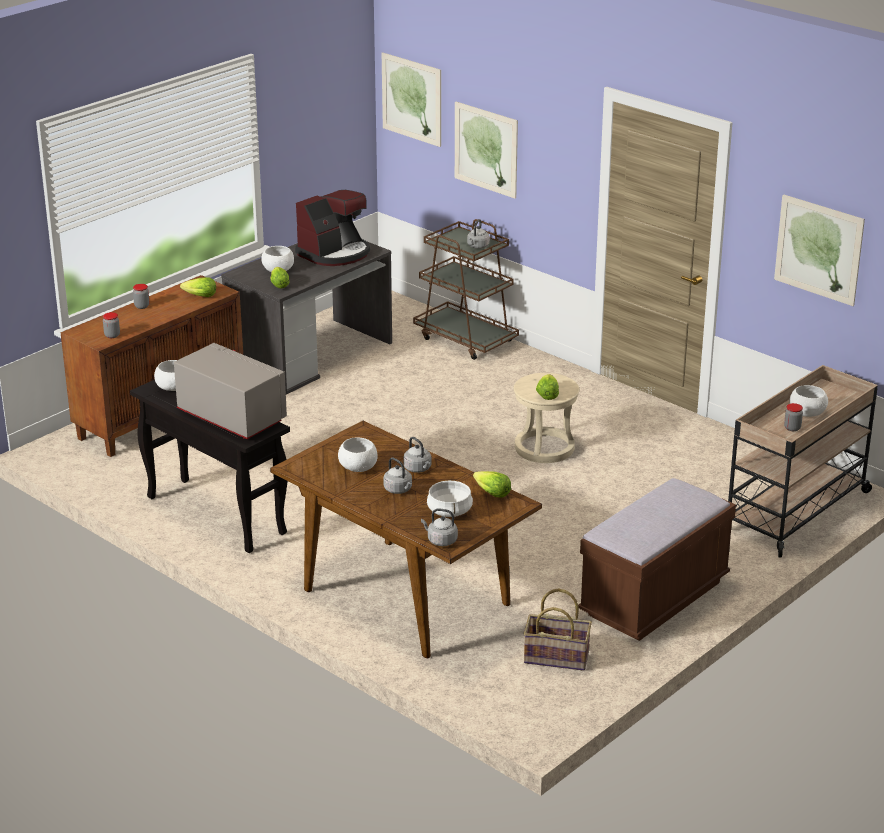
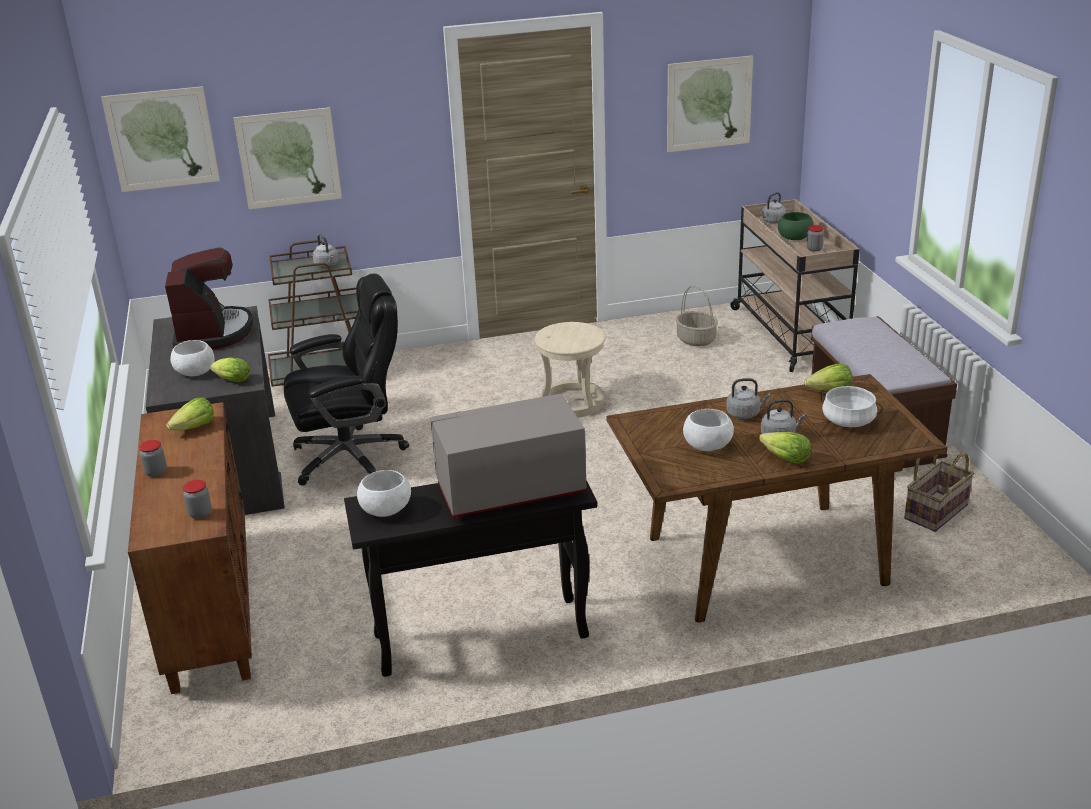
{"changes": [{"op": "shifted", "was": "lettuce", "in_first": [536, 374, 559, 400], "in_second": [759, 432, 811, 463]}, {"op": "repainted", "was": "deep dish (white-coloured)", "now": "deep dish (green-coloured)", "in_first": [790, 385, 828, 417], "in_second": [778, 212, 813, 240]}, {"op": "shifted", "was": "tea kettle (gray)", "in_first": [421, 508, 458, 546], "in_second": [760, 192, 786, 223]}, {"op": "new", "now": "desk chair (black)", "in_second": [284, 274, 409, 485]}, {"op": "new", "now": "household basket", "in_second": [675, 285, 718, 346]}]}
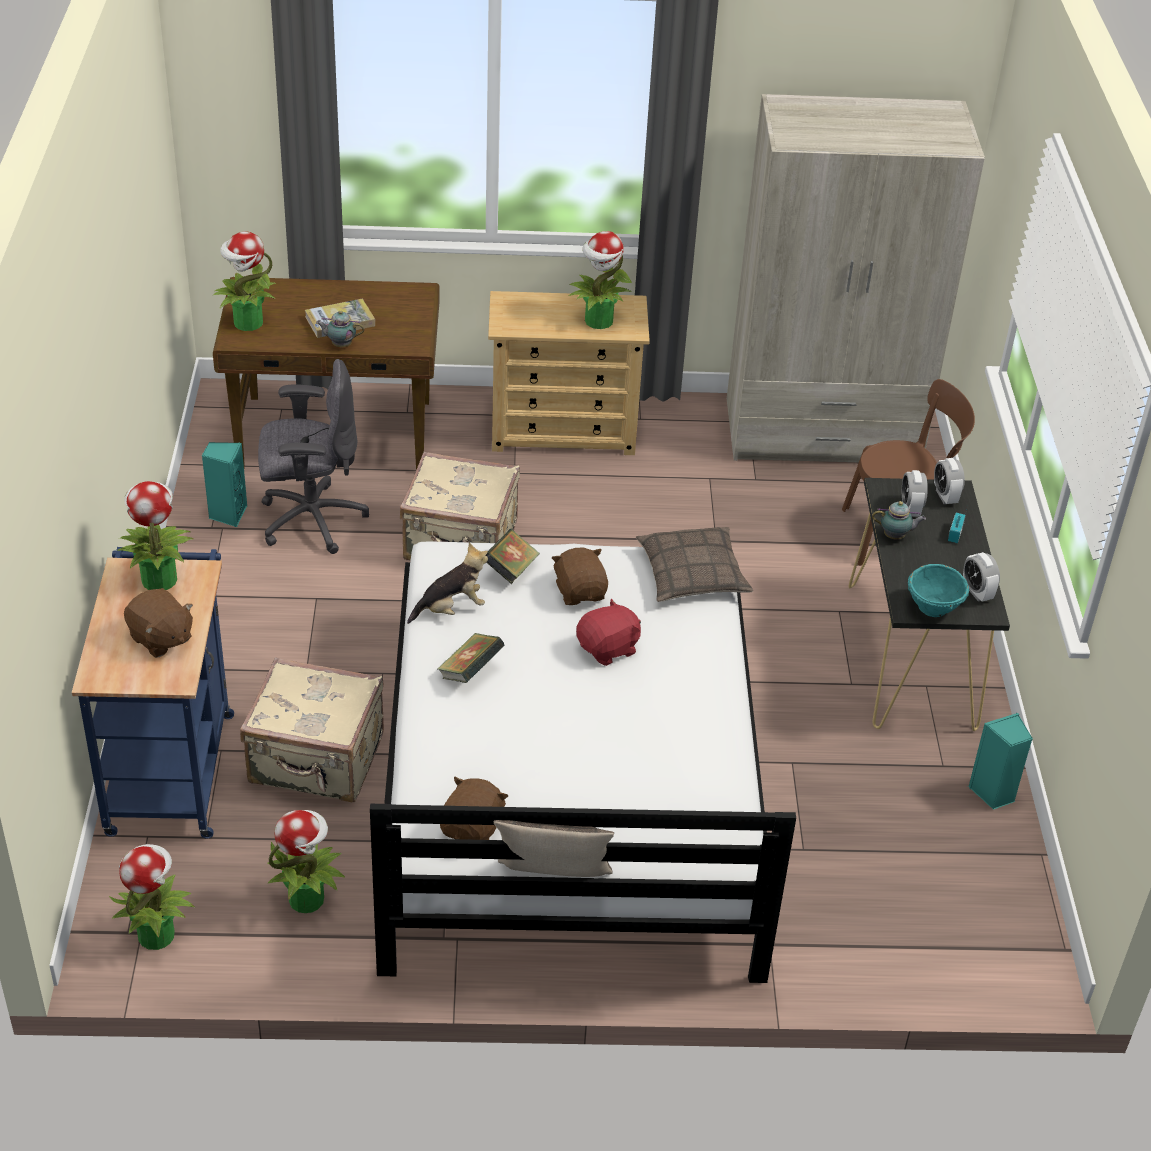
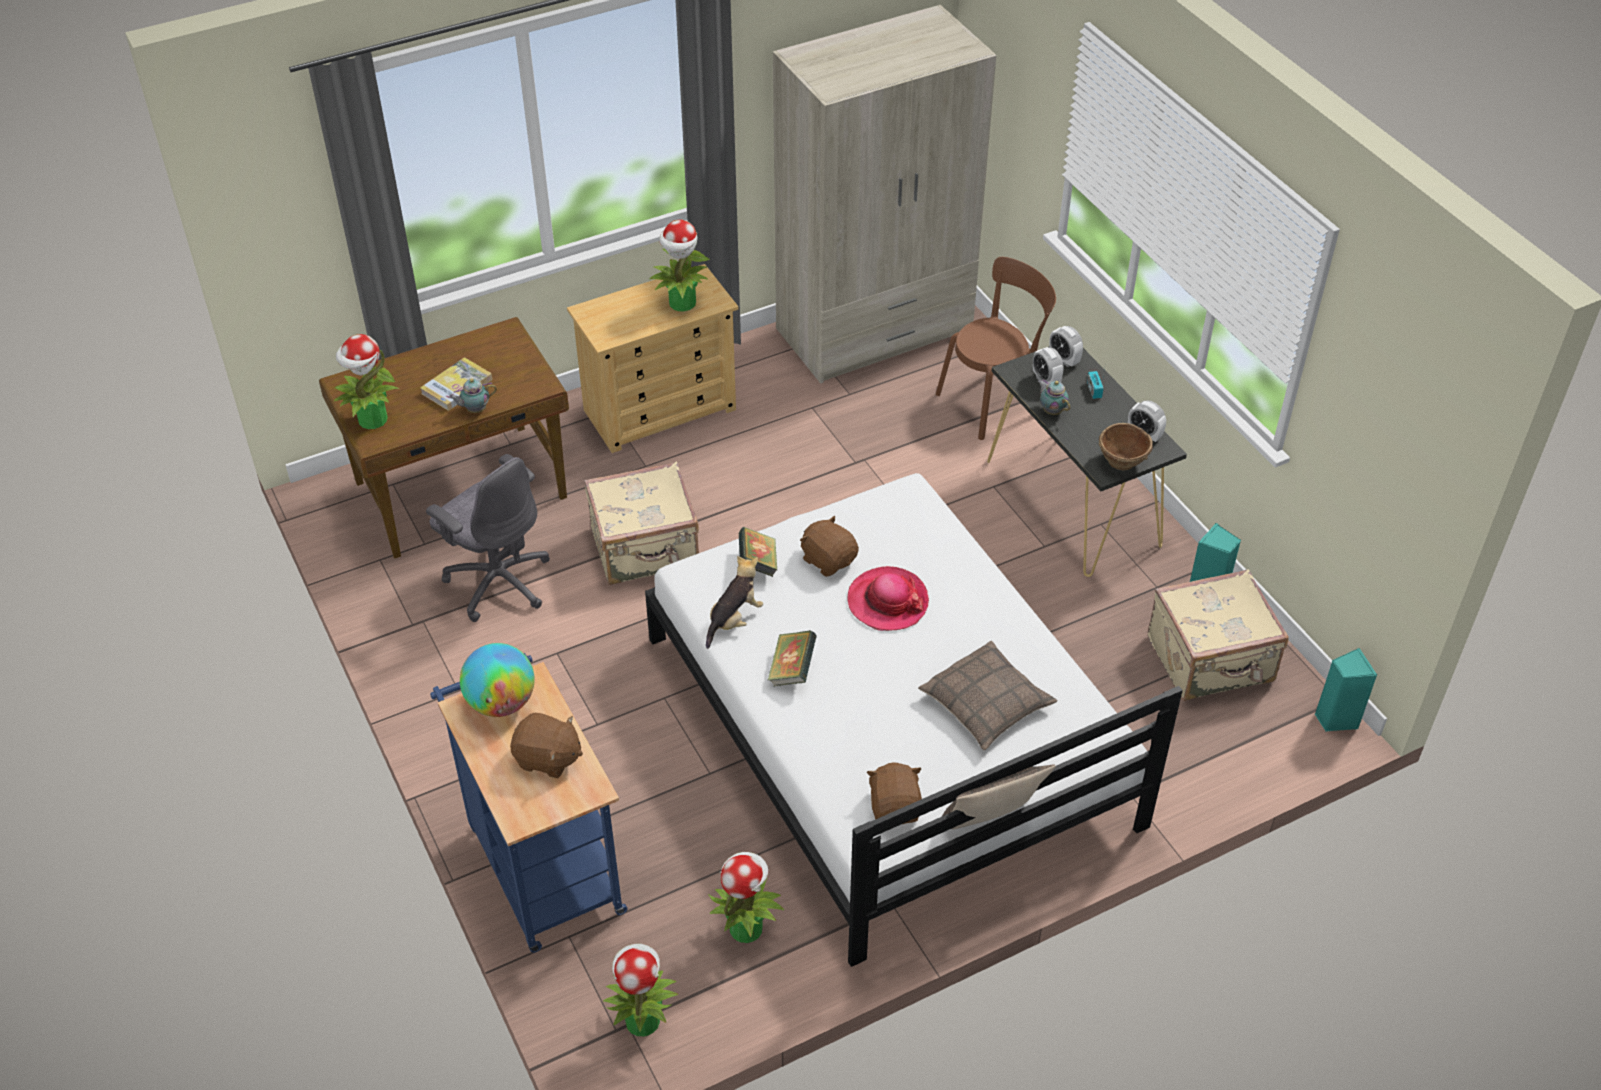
{"changes": [{"op": "rotated", "was": "desk chair (gray)", "in_first": [258, 359, 369, 554], "in_second": [426, 454, 550, 622], "clockwise": 75}, {"op": "shifted", "was": "speaker (turquoise)", "in_first": [202, 442, 247, 527], "in_second": [1315, 648, 1377, 731]}, {"op": "swapped", "was": "plant in a pot", "now": "desk globe", "in_first": [117, 481, 193, 590], "in_second": [460, 643, 535, 717]}, {"op": "rotated", "was": "pot for tea", "in_first": [872, 501, 926, 540], "in_second": [1038, 380, 1070, 415], "clockwise": -105}, {"op": "shifted", "was": "cushion", "in_first": [636, 527, 754, 602], "in_second": [918, 641, 1057, 751]}, {"op": "repainted", "was": "deep dish (turquoise)", "now": "deep dish (brown-coloured)", "in_first": [908, 564, 969, 617], "in_second": [1099, 423, 1153, 470]}, {"op": "swapped", "was": "soft toy (red)", "now": "clothing hat", "in_first": [576, 598, 641, 666], "in_second": [848, 566, 929, 631]}, {"op": "shifted", "was": "travel case (beige)", "in_first": [240, 658, 384, 802], "in_second": [1148, 569, 1289, 701]}]}
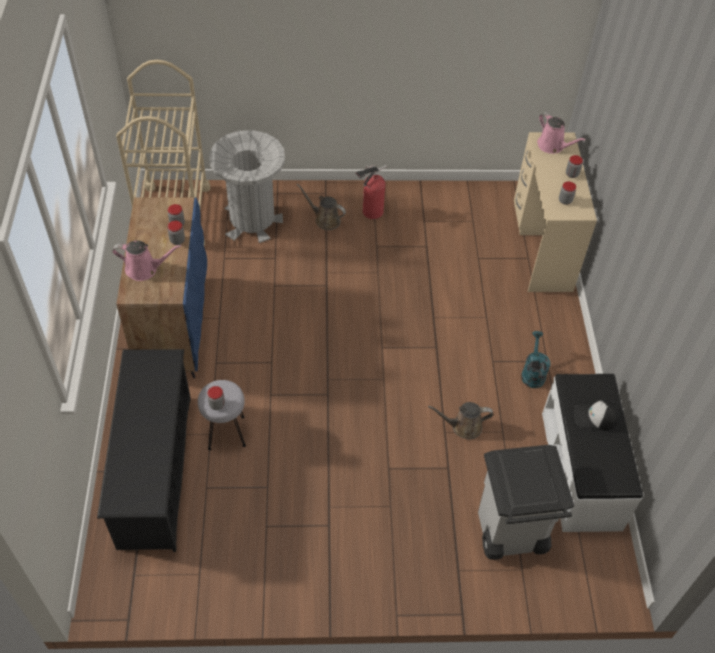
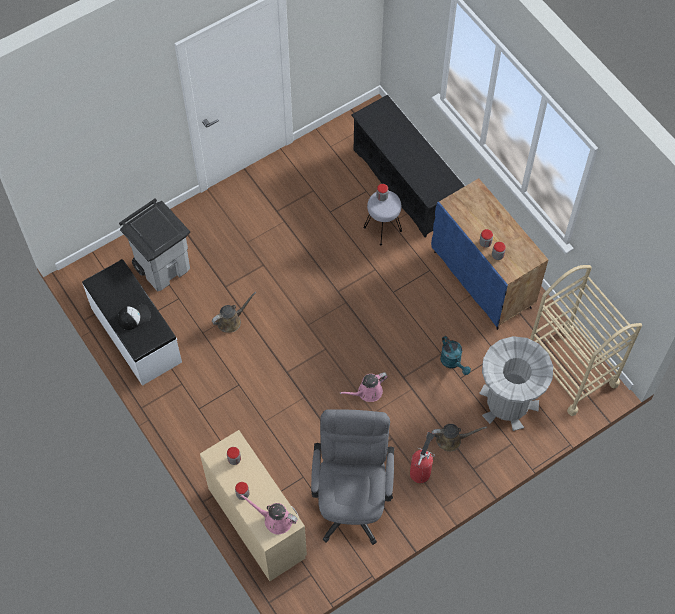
{"changes": [{"op": "shifted", "was": "watering can (pink)", "in_first": [112, 240, 181, 281], "in_second": [340, 372, 388, 402]}, {"op": "shifted", "was": "watering can (turquoise)", "in_first": [521, 331, 551, 388], "in_second": [440, 336, 471, 375]}, {"op": "new", "now": "desk chair (gray)", "in_second": [311, 409, 394, 545]}]}
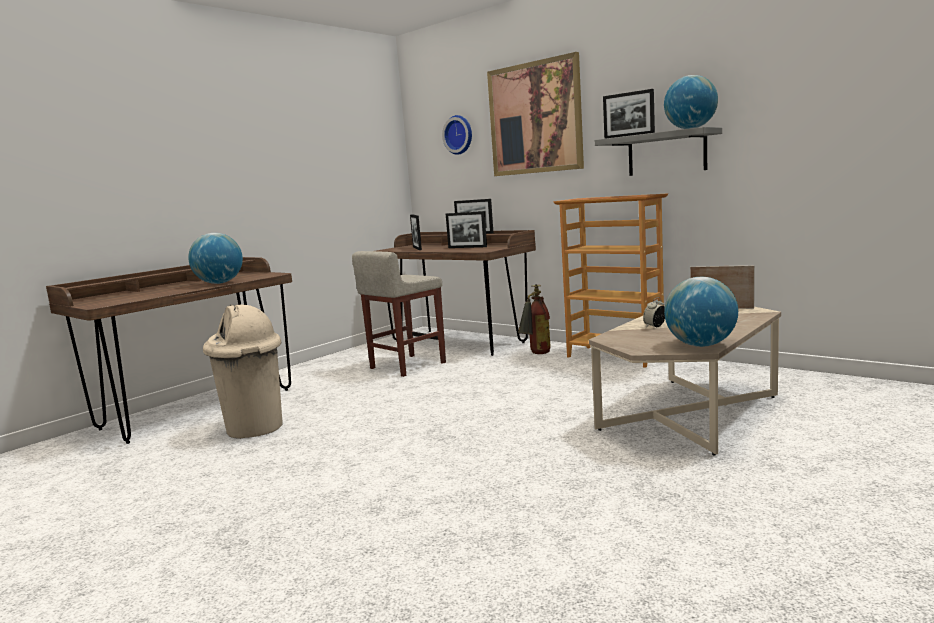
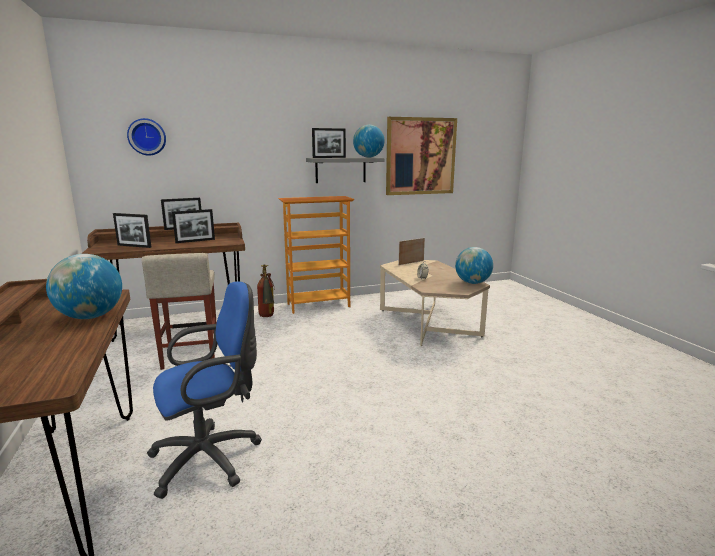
{"changes": [{"op": "shifted", "was": "wall art", "in_first": [487, 52, 584, 176], "in_second": [386, 117, 457, 195]}, {"op": "swapped", "was": "trash can (beige)", "now": "desk chair (blue)", "in_first": [203, 305, 283, 439], "in_second": [147, 282, 262, 499]}]}
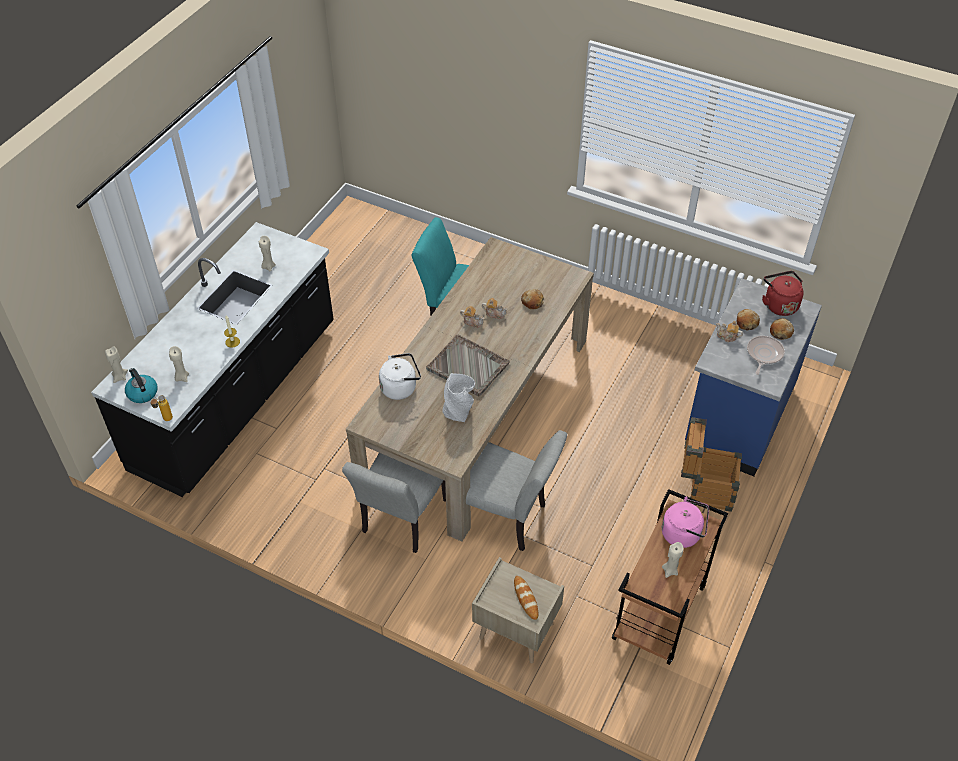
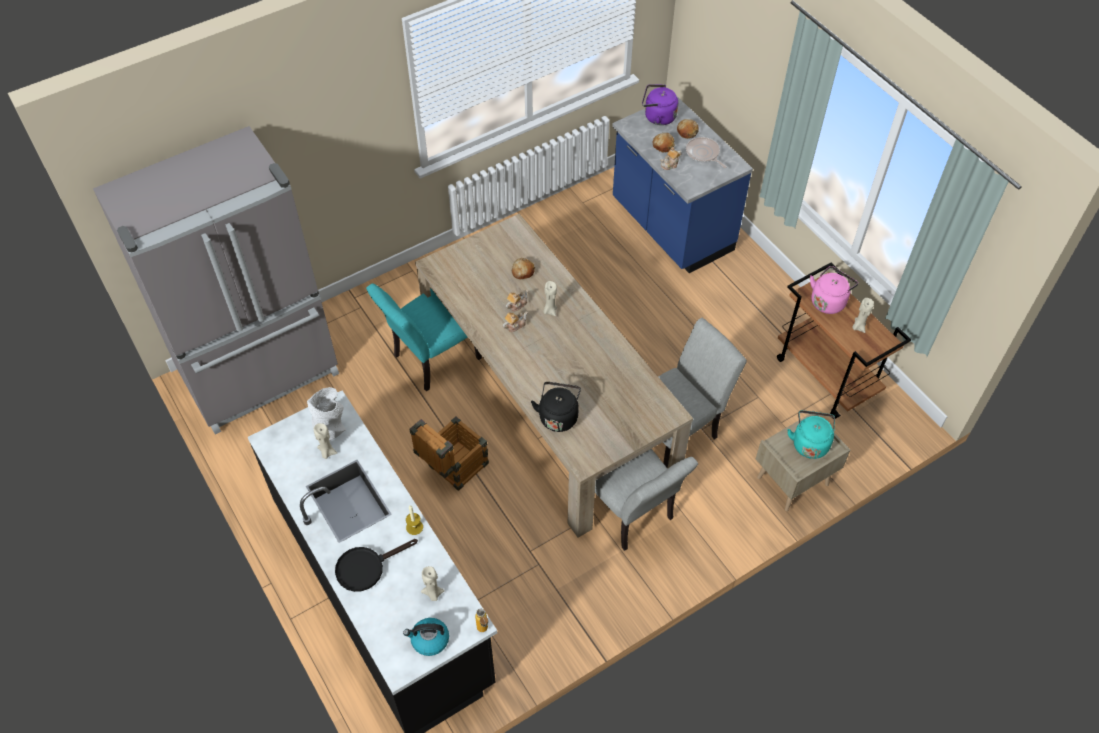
{"changes": [{"op": "repainted", "was": "tea kettle (red)", "now": "tea kettle (purple-coloured)", "in_first": [762, 271, 804, 316], "in_second": [642, 84, 678, 125]}, {"op": "gone", "was": "serving tray (gray)", "in_first": [426, 334, 510, 397]}, {"op": "shifted", "was": "wax light (beige)", "in_first": [105, 346, 128, 383], "in_second": [543, 281, 557, 316]}, {"op": "repainted", "was": "tea kettle (white-coloured)", "now": "tea kettle (black)", "in_first": [379, 353, 421, 400], "in_second": [531, 382, 581, 432]}, {"op": "shifted", "was": "decorative vase (gray)", "in_first": [442, 373, 475, 422], "in_second": [307, 387, 346, 441]}, {"op": "shifted", "was": "shipping crate", "in_first": [681, 417, 742, 512], "in_second": [409, 416, 489, 491]}, {"op": "swapped", "was": "baked bread", "now": "tea kettle (turquoise)", "in_first": [514, 576, 538, 620], "in_second": [787, 410, 835, 459]}, {"op": "new", "now": "refrigerator (gray)", "in_second": [93, 126, 339, 434]}, {"op": "new", "now": "skillet (black)", "in_second": [335, 539, 418, 592]}]}
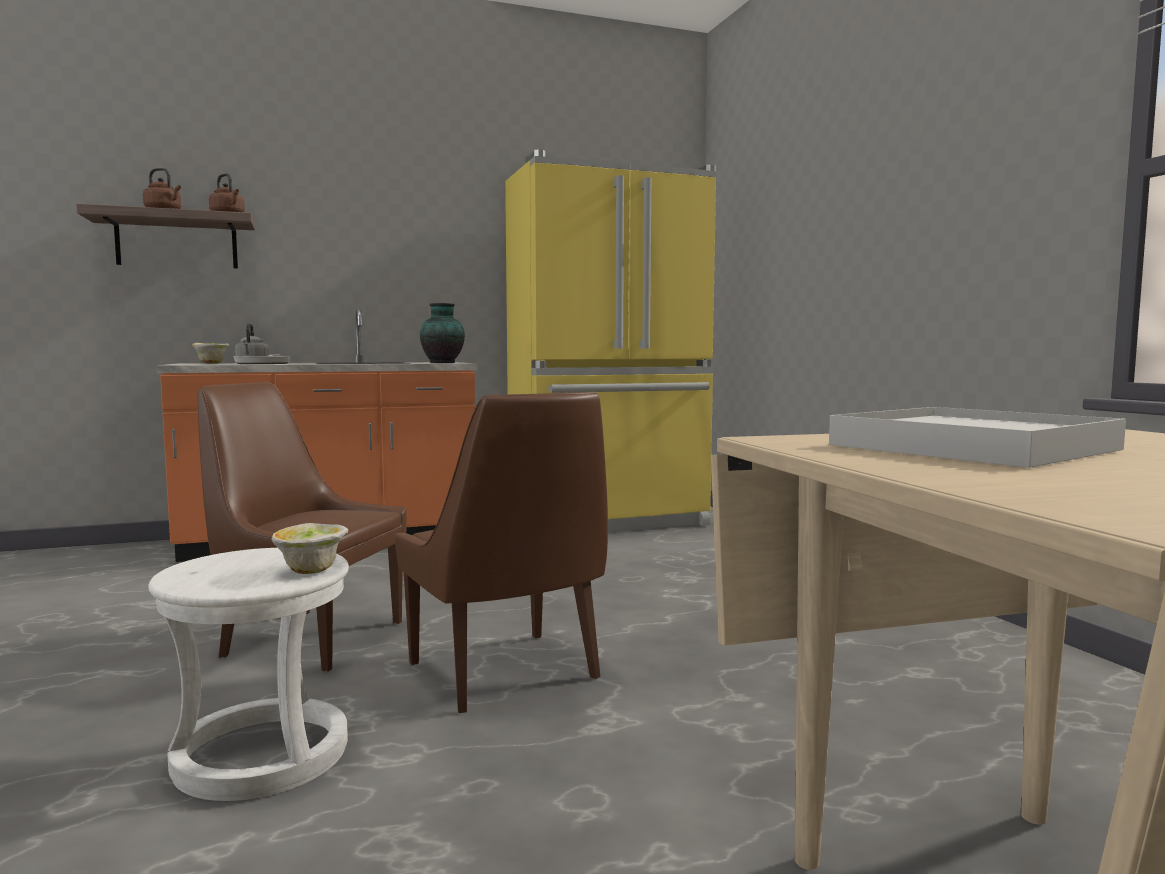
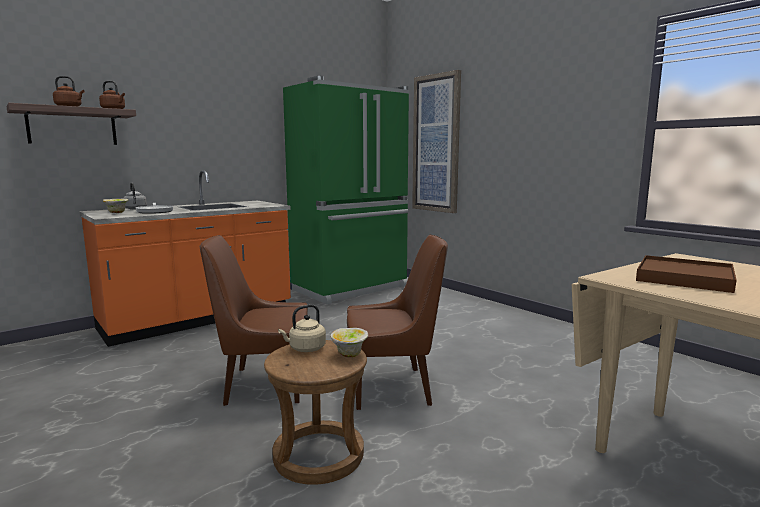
{"changes": [{"op": "repainted", "was": "refrigerator (yellow)", "now": "refrigerator (green-coloured)", "in_first": [505, 149, 717, 532], "in_second": [283, 76, 409, 304]}, {"op": "gone", "was": "decorative vase", "in_first": [420, 303, 465, 363]}, {"op": "rotated", "was": "plain chair (brown-coloured)", "in_first": [395, 391, 608, 713], "in_second": [347, 235, 448, 410], "clockwise": -45}, {"op": "repainted", "was": "serving tray (white-coloured)", "now": "serving tray (brown-coloured)", "in_first": [829, 407, 1126, 468], "in_second": [636, 255, 737, 293]}, {"op": "repainted", "was": "stool seat (white-coloured)", "now": "stool seat (brown-coloured)", "in_first": [148, 548, 349, 801], "in_second": [264, 340, 367, 485]}, {"op": "new", "now": "wall art", "in_second": [412, 70, 461, 213]}, {"op": "new", "now": "tea kettle (beige)", "in_second": [278, 304, 326, 352]}]}
